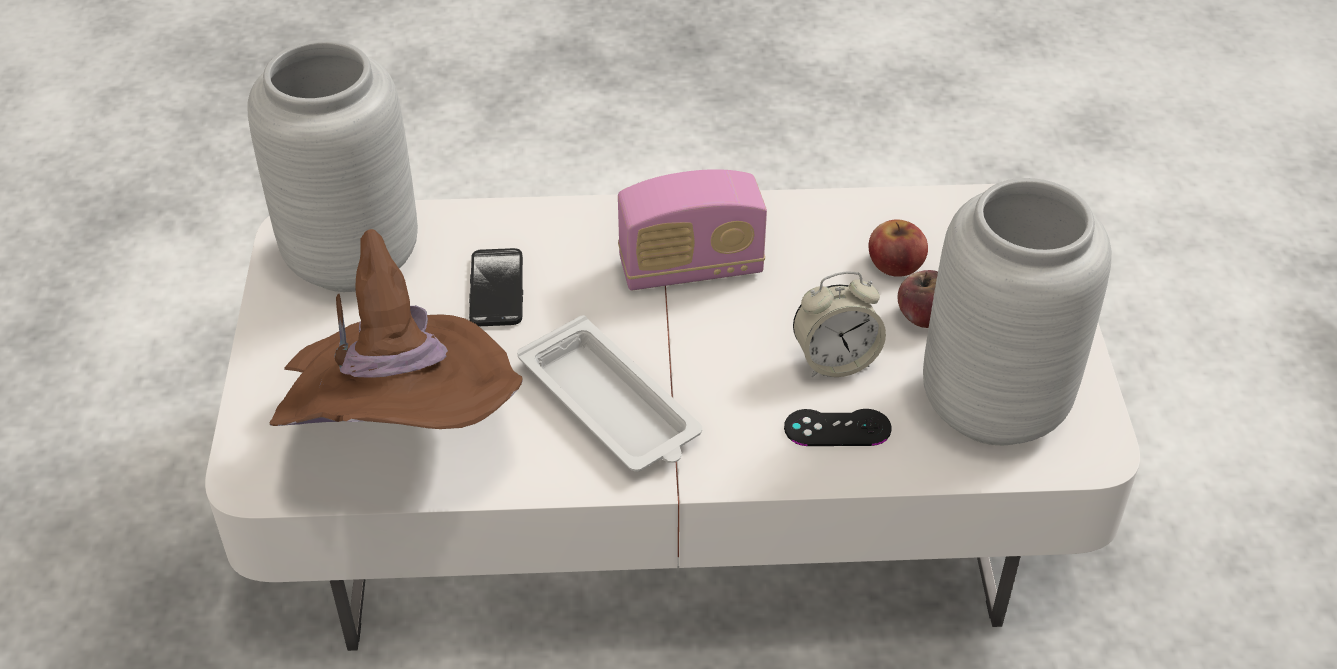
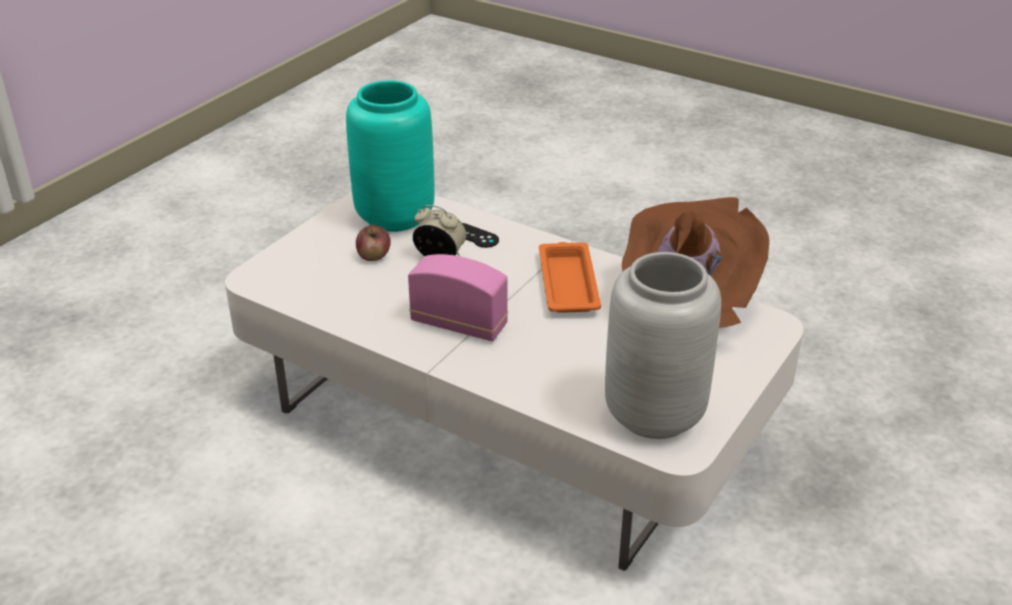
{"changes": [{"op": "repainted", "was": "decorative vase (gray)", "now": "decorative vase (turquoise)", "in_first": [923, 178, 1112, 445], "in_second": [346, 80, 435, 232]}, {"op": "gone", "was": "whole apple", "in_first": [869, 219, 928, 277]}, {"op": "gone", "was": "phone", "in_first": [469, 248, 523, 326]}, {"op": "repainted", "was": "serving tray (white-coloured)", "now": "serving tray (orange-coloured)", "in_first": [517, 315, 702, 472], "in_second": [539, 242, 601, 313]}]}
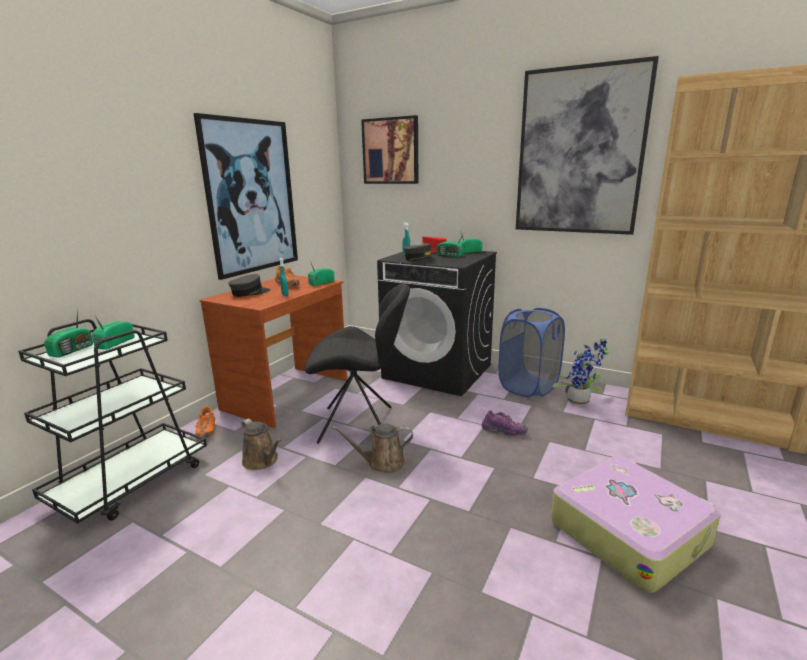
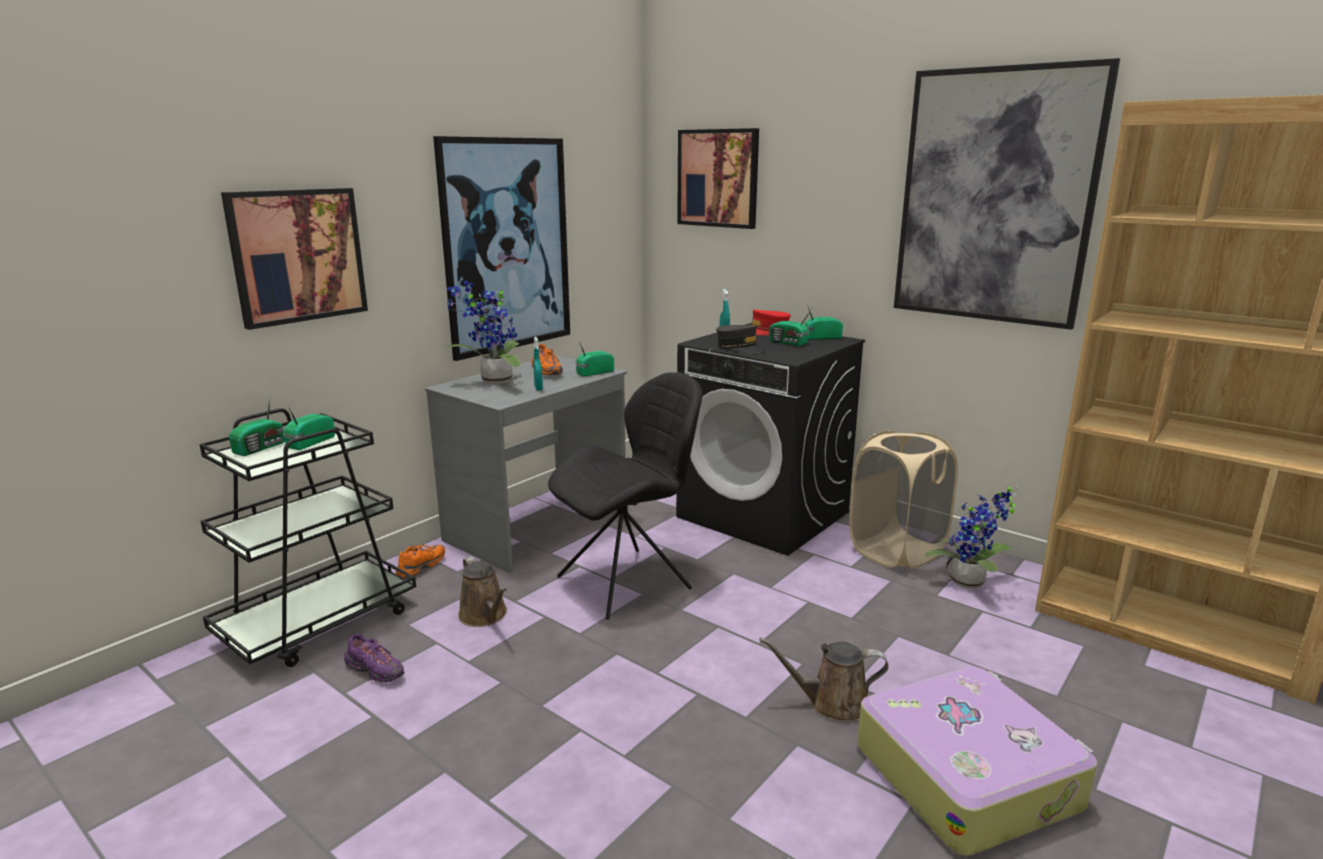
{"changes": [{"op": "swapped", "was": "peaked cap (gray)", "now": "plant in a pot", "in_first": [228, 274, 271, 297], "in_second": [445, 280, 520, 384]}, {"op": "repainted", "was": "desk unit (brown-coloured)", "now": "desk unit (gray)", "in_first": [200, 275, 347, 428], "in_second": [425, 355, 627, 573]}, {"op": "rotated", "was": "plain chair (black)", "in_first": [305, 283, 410, 444], "in_second": [548, 372, 702, 620], "clockwise": -45}, {"op": "repainted", "was": "laundry basket (blue)", "now": "laundry basket (beige)", "in_first": [498, 308, 565, 397], "in_second": [849, 430, 958, 569]}, {"op": "rotated", "was": "shoe (orange-coloured)", "in_first": [195, 407, 215, 439], "in_second": [396, 545, 445, 579], "clockwise": -150}, {"op": "shifted", "was": "shoe (purple-coloured)", "in_first": [482, 411, 528, 436], "in_second": [344, 634, 405, 682]}, {"op": "shifted", "was": "watering can (brown-coloured)", "in_first": [332, 423, 413, 473], "in_second": [759, 637, 889, 723]}, {"op": "new", "now": "wall art", "in_second": [221, 188, 368, 330]}]}
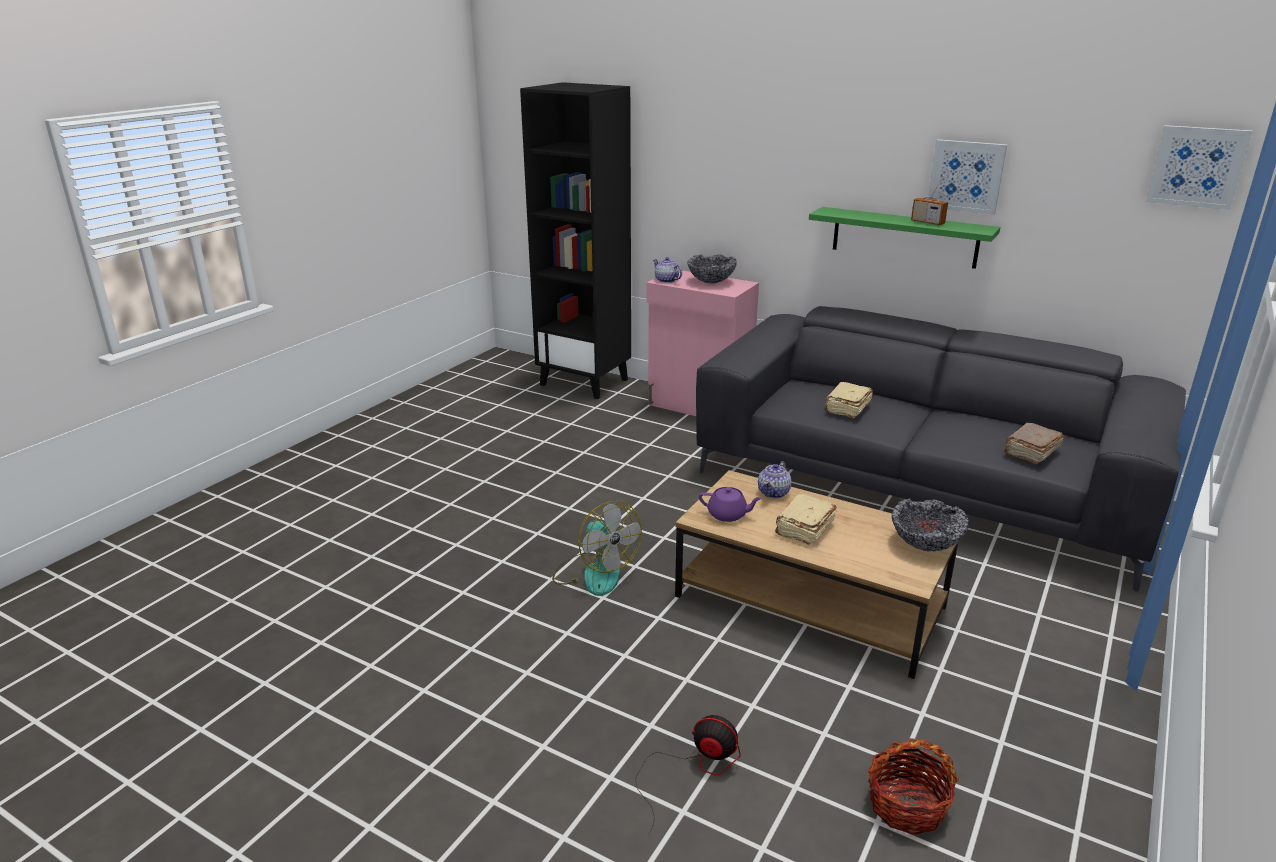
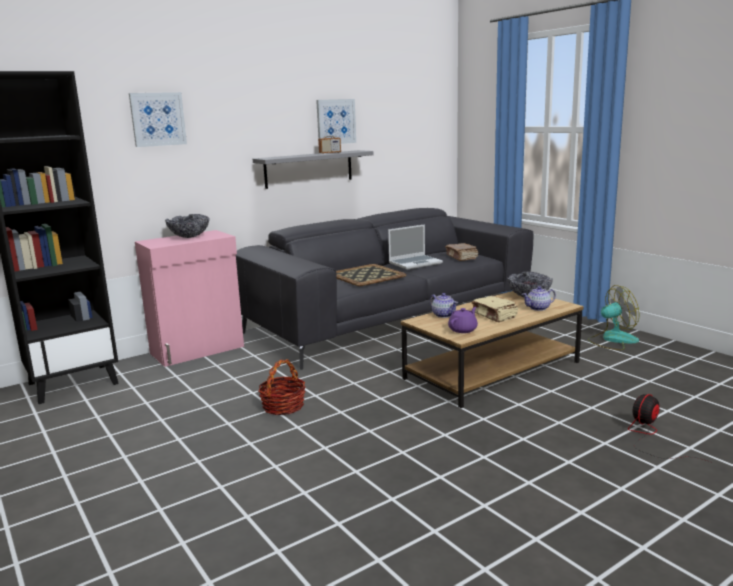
{"changes": [{"op": "shifted", "was": "wall art", "in_first": [1146, 125, 1253, 210], "in_second": [129, 92, 187, 147]}, {"op": "repainted", "was": "shelf (green-coloured)", "now": "shelf (gray)", "in_first": [809, 207, 1001, 269], "in_second": [253, 150, 374, 189]}, {"op": "shifted", "was": "pot for tea", "in_first": [653, 257, 682, 283], "in_second": [522, 286, 556, 311]}, {"op": "swapped", "was": "bound book (beige)", "now": "serving tray", "in_first": [825, 382, 873, 418], "in_second": [336, 264, 406, 286]}, {"op": "shifted", "was": "cooling fan", "in_first": [552, 501, 642, 596], "in_second": [588, 285, 639, 350]}, {"op": "shifted", "was": "household basket", "in_first": [868, 738, 959, 835], "in_second": [258, 359, 306, 415]}, {"op": "new", "now": "laptop", "in_second": [388, 224, 443, 270]}]}
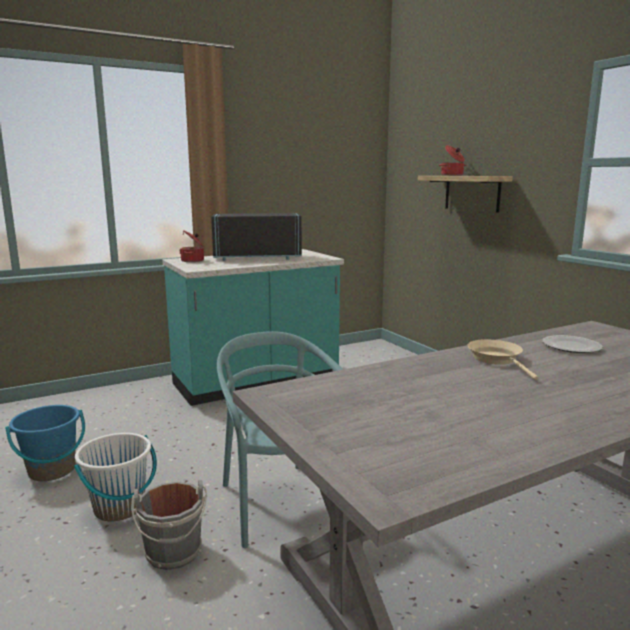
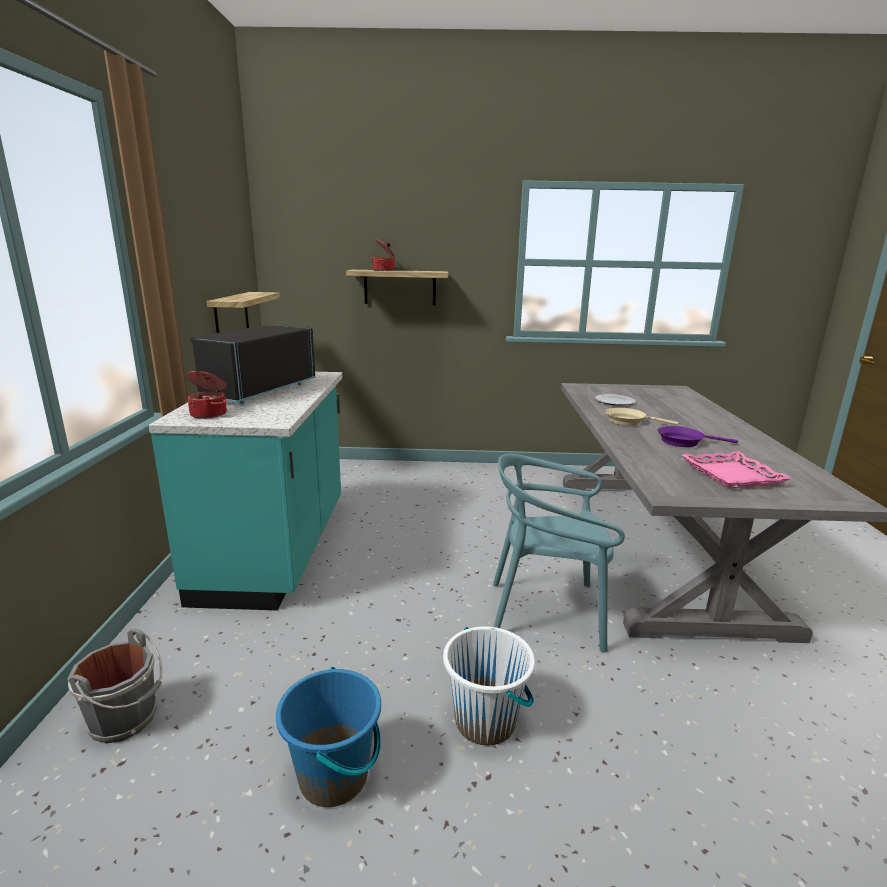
{"changes": [{"op": "shifted", "was": "water bucket (gray)", "in_first": [131, 480, 207, 570], "in_second": [67, 628, 162, 744]}, {"op": "new", "now": "shelf", "in_second": [207, 292, 280, 333]}, {"op": "new", "now": "skillet (purple-coloured)", "in_second": [658, 426, 738, 447]}, {"op": "new", "now": "serving tray (pink)", "in_second": [682, 451, 791, 488]}]}
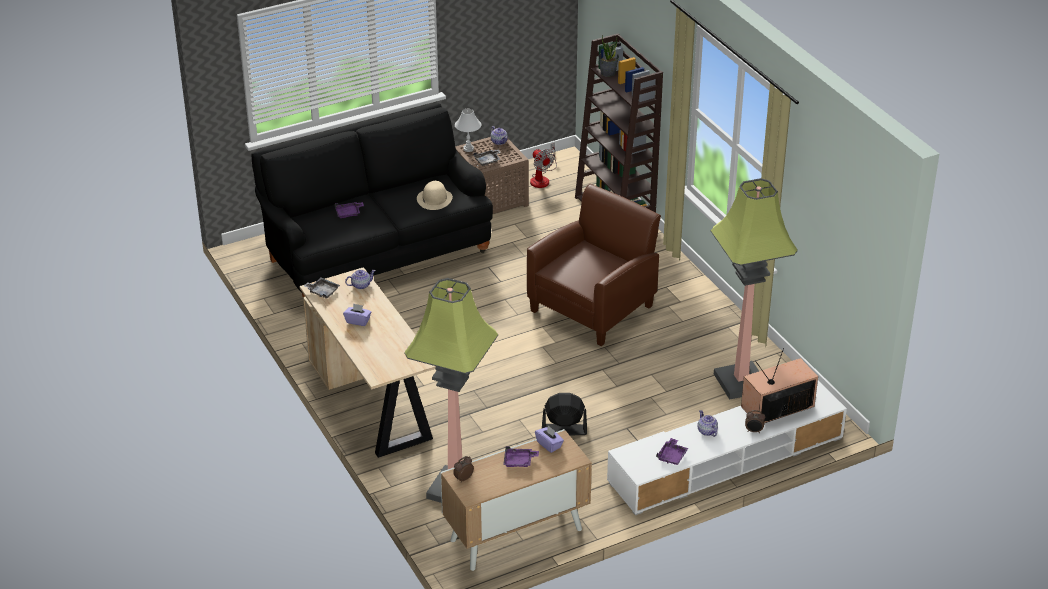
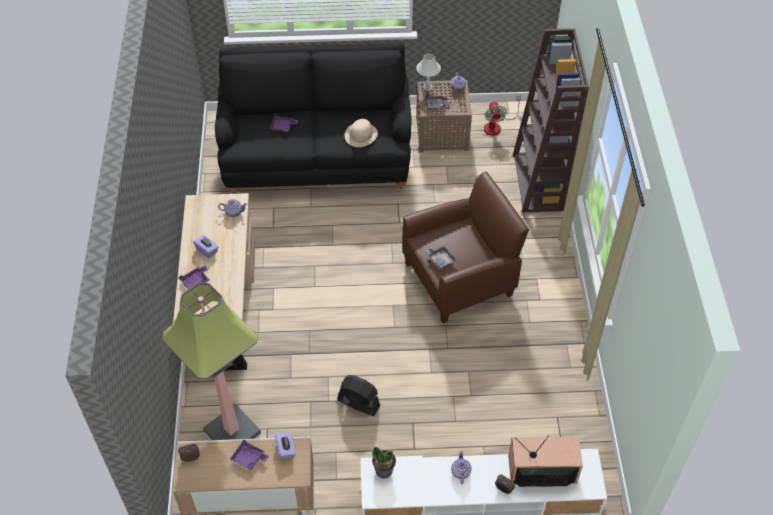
{"changes": [{"op": "shifted", "was": "plant in a pot", "in_first": [598, 35, 619, 77], "in_second": [372, 447, 396, 478]}, {"op": "gone", "was": "standing lamp", "in_first": [711, 178, 798, 400]}, {"op": "shifted", "was": "serving tray (gray)", "in_first": [304, 278, 340, 299], "in_second": [426, 245, 457, 269]}, {"op": "shifted", "was": "serving tray (purple-coloured)", "in_first": [656, 438, 688, 465], "in_second": [179, 265, 210, 290]}]}
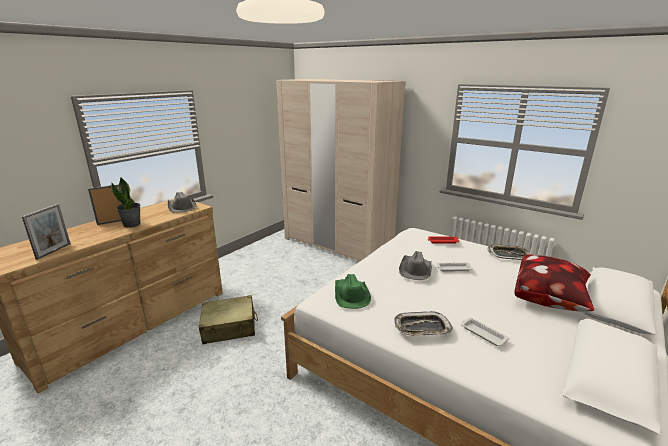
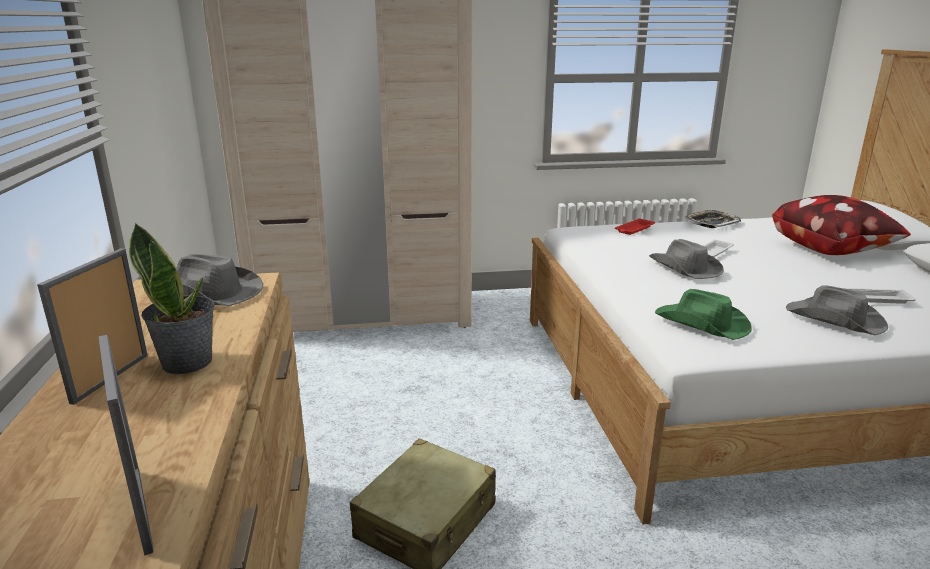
{"changes": [{"op": "swapped", "was": "serving tray", "now": "clothing hat (gray)", "in_first": [395, 311, 453, 336], "in_second": [786, 285, 888, 335]}]}
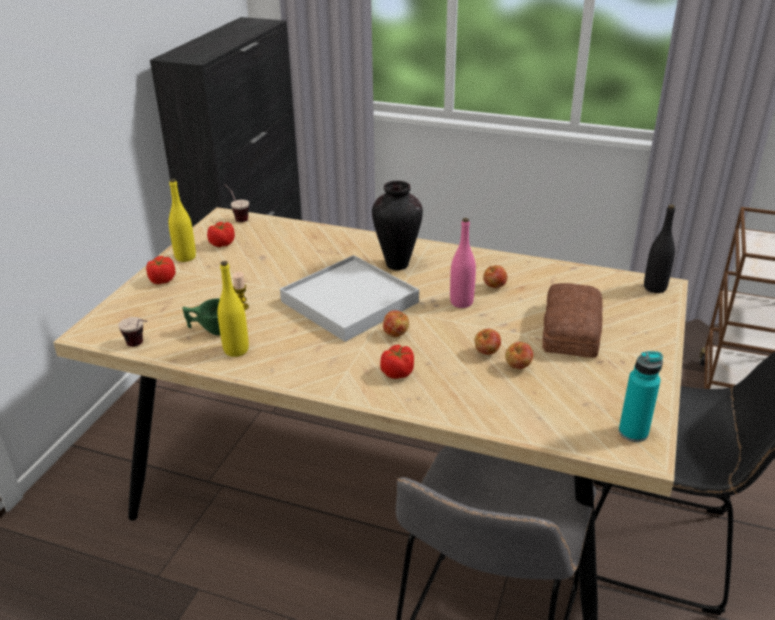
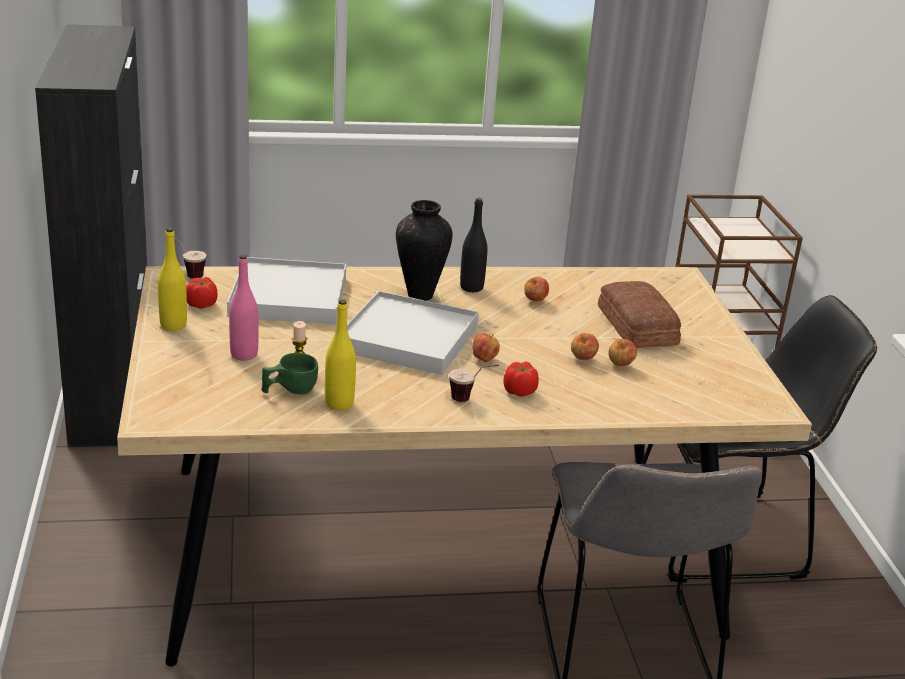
{"changes": [{"op": "shifted", "was": "beverage bottle (black)", "in_first": [644, 205, 675, 293], "in_second": [460, 198, 487, 292]}, {"op": "shifted", "was": "beverage bottle (pink)", "in_first": [450, 218, 476, 308], "in_second": [229, 254, 259, 360]}, {"op": "gone", "was": "tomato", "in_first": [146, 256, 175, 284]}, {"op": "shifted", "was": "cup", "in_first": [118, 317, 147, 347], "in_second": [449, 365, 499, 402]}, {"op": "gone", "was": "beverage bottle (turquoise)", "in_first": [619, 351, 663, 442]}, {"op": "new", "now": "serving tray (white-coloured)", "in_second": [227, 257, 346, 324]}]}
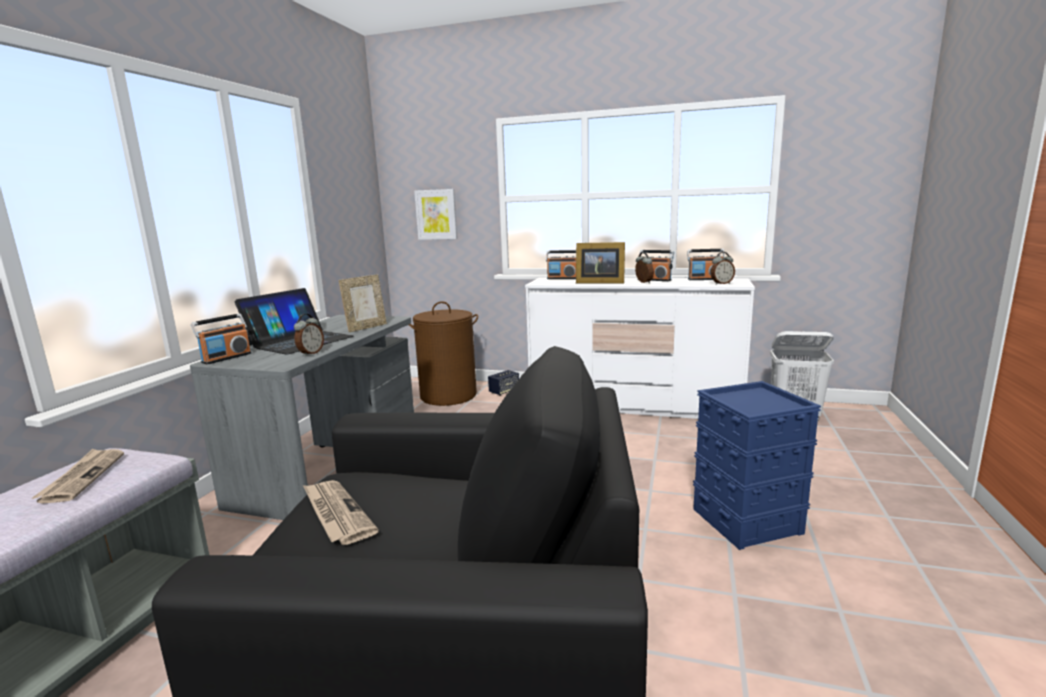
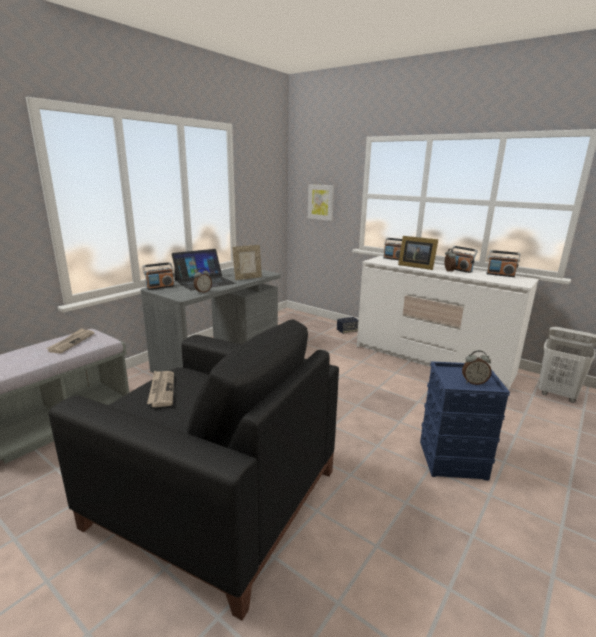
{"changes": [{"op": "shifted", "was": "table clock", "in_first": [710, 252, 735, 285], "in_second": [462, 350, 492, 385]}, {"op": "gone", "was": "laundry basket (brown-coloured)", "in_first": [409, 301, 478, 406]}]}
